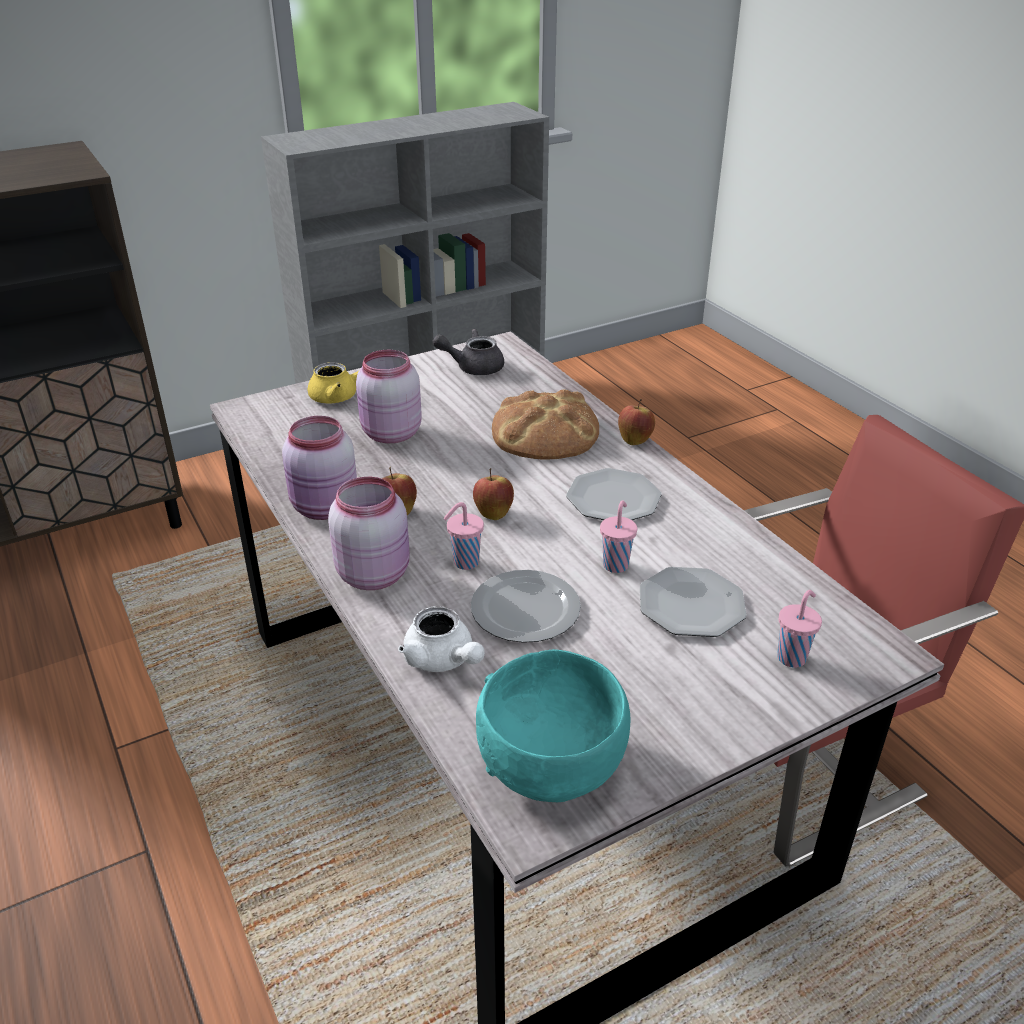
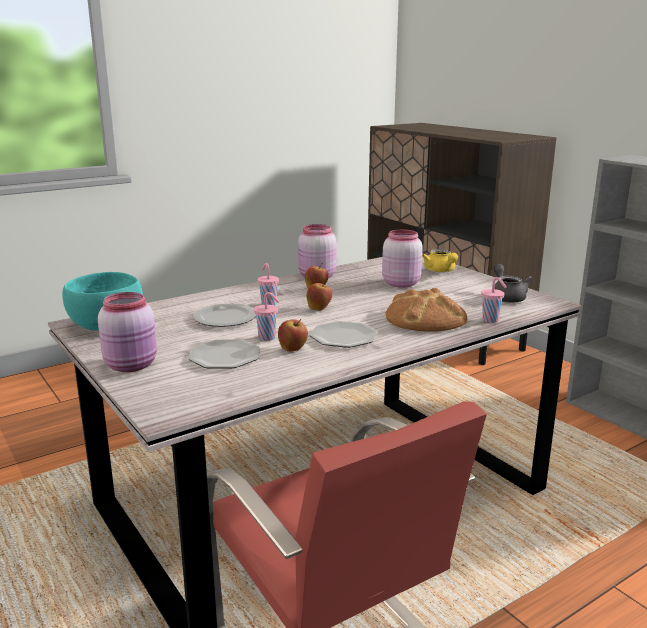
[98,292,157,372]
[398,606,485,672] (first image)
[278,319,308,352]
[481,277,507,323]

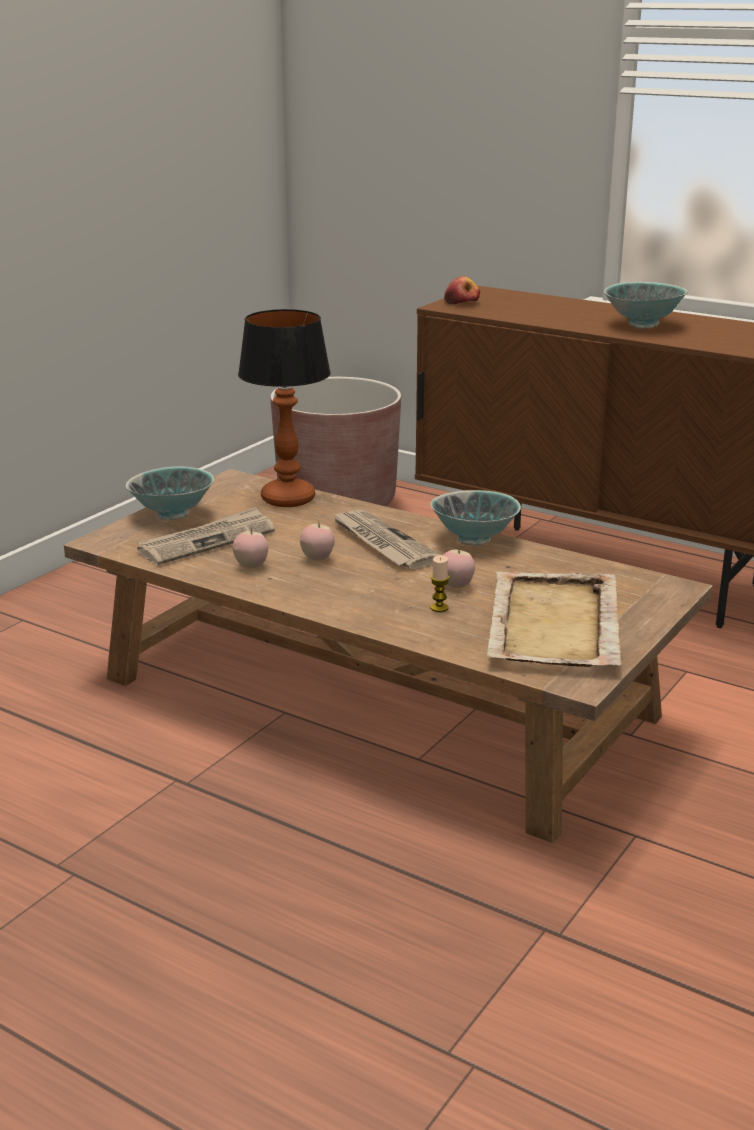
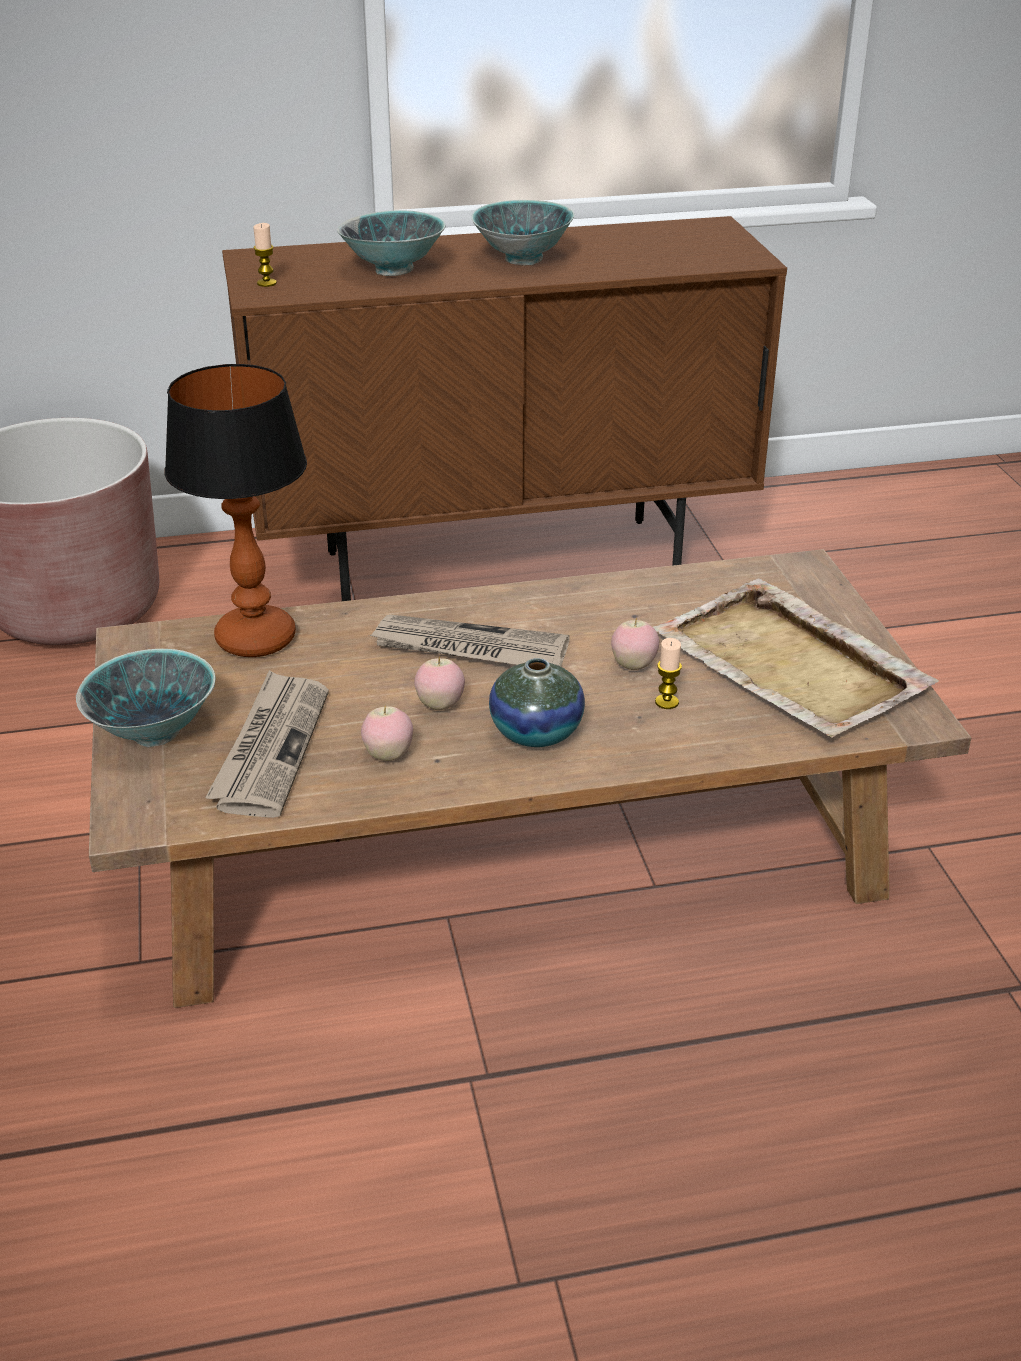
[337,210,445,276]
[253,223,277,287]
[489,658,585,747]

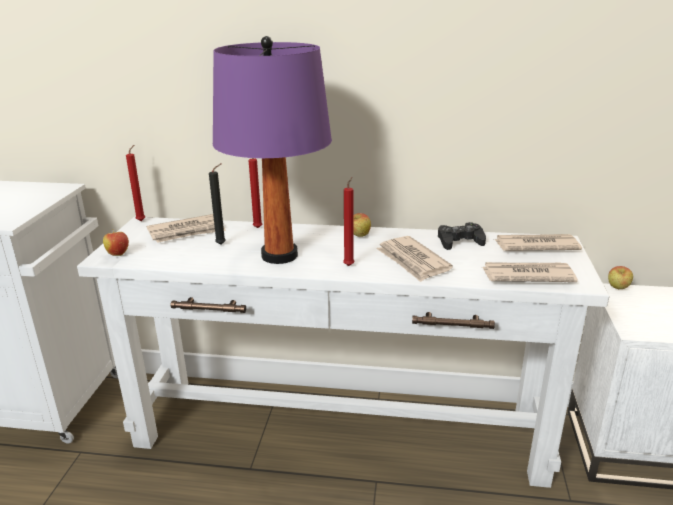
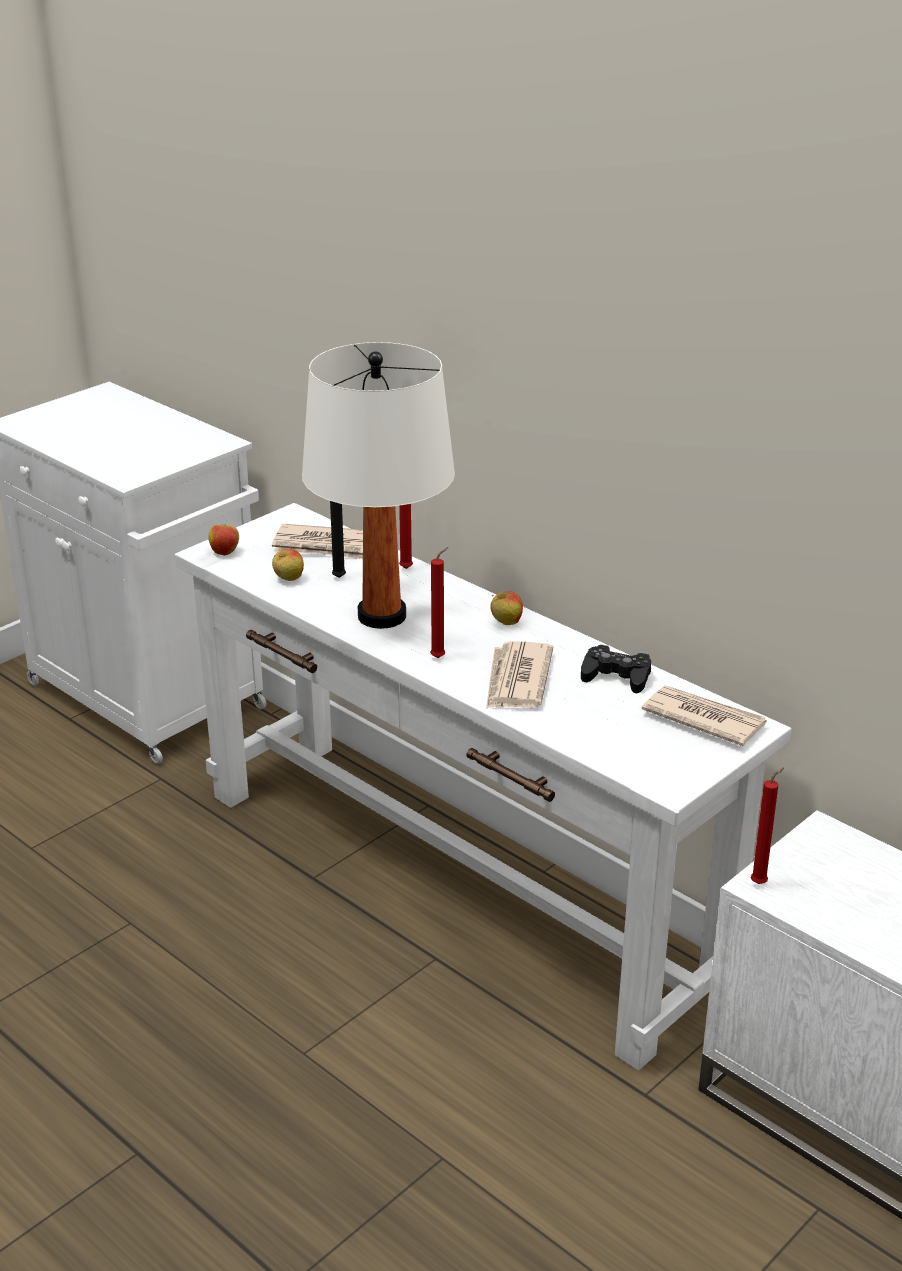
[751,768,784,884]
[302,342,455,629]
[482,262,578,282] (first image)
[272,548,304,581]

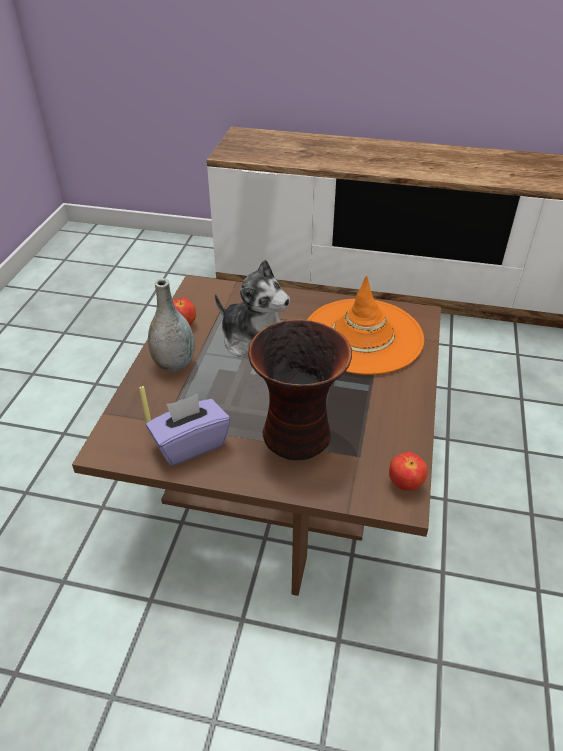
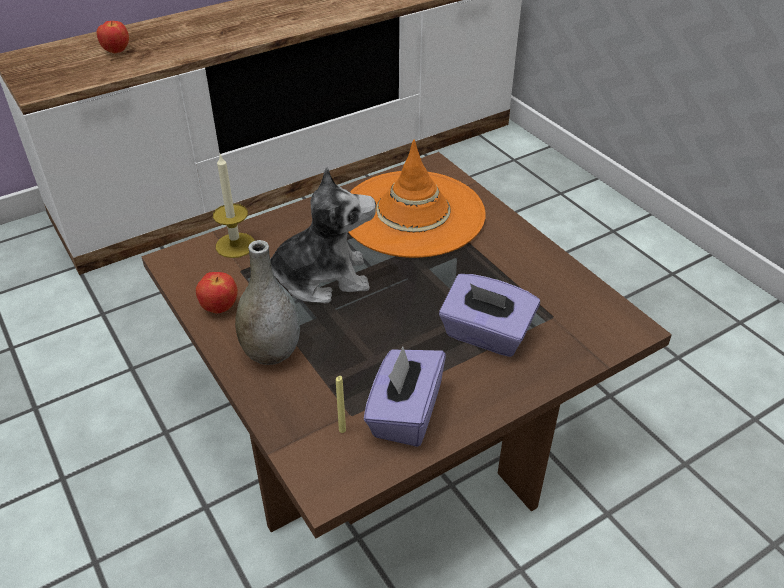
[439,274,540,357]
[97,21,129,53]
[213,154,255,258]

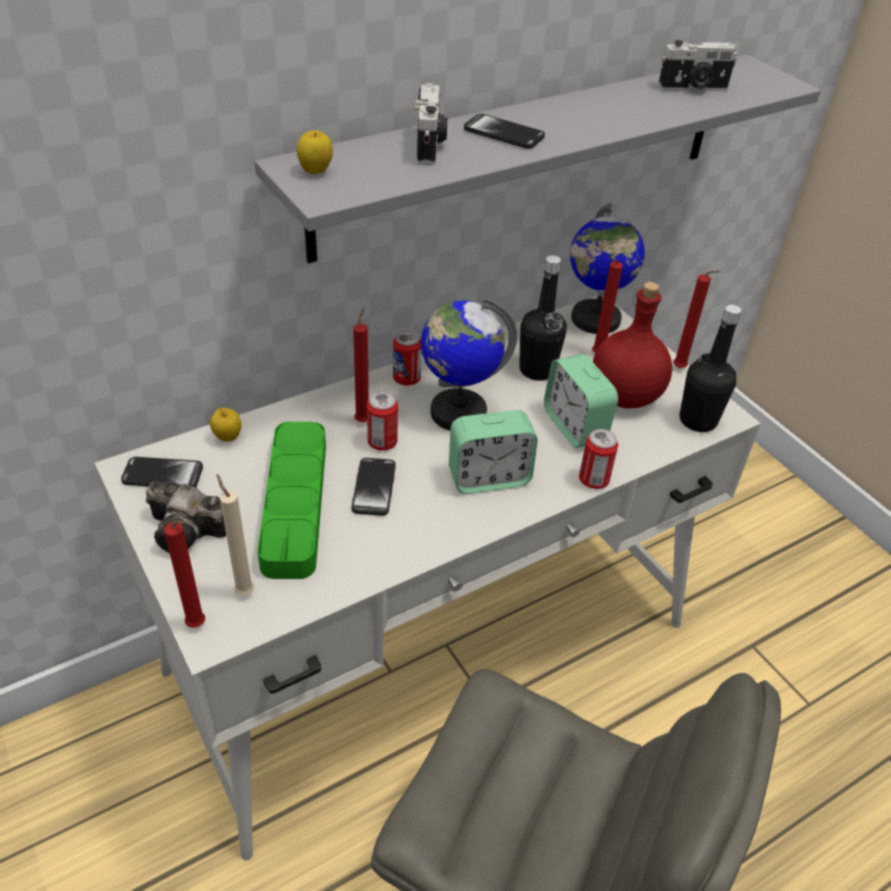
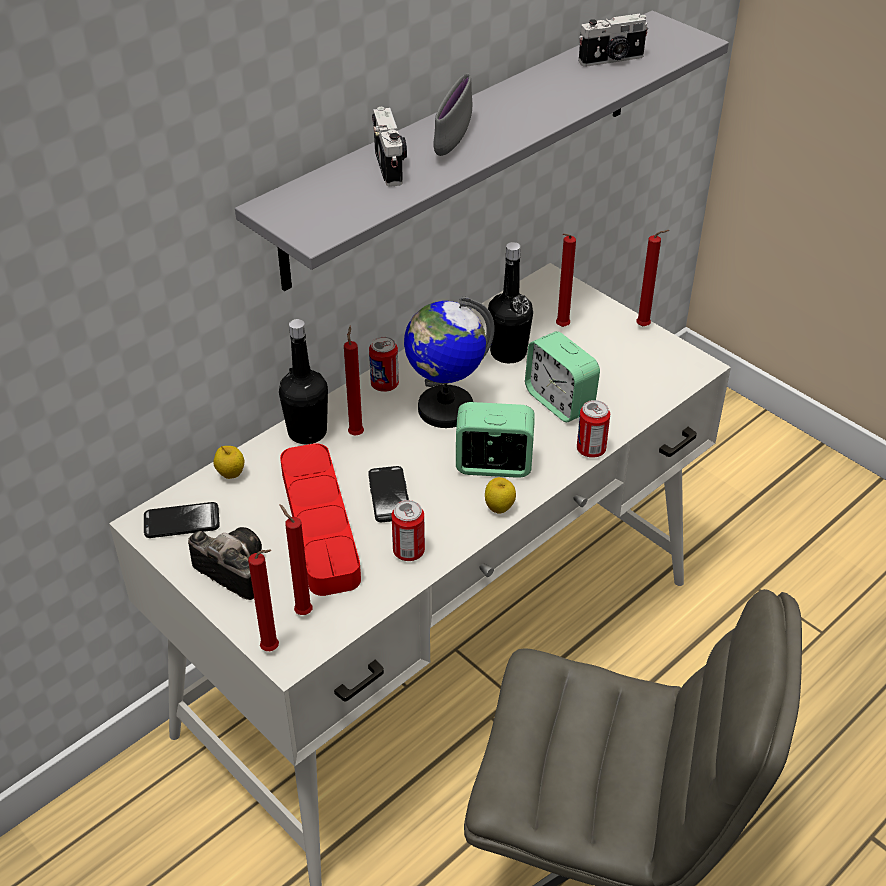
[188,527,262,600]
[279,504,312,615]
[280,443,361,596]
[485,477,516,514]
[392,500,425,561]
[456,402,535,478]
[433,73,472,156]
[570,203,645,334] (first image)
[593,282,672,408] (first image)
[279,319,328,444]

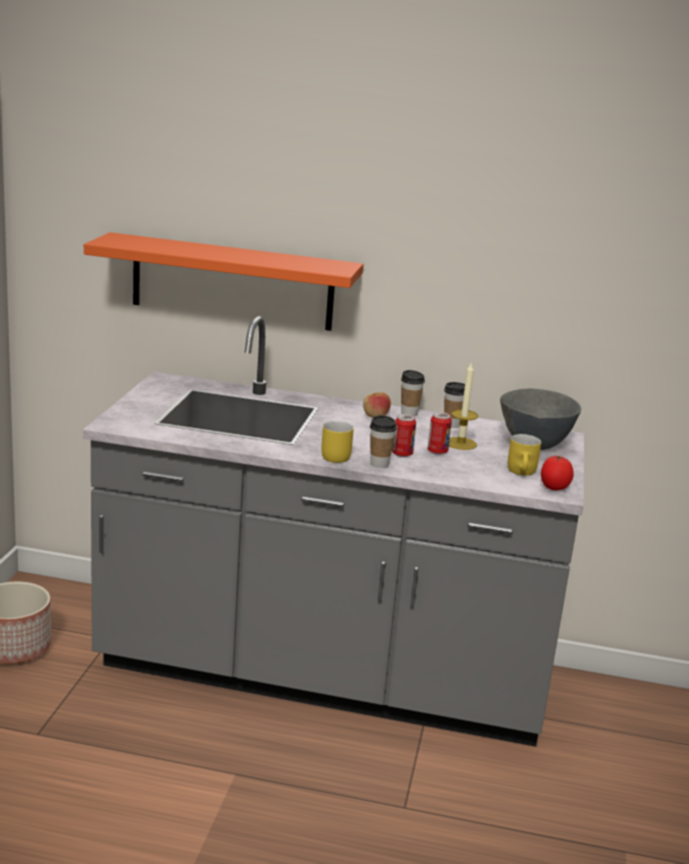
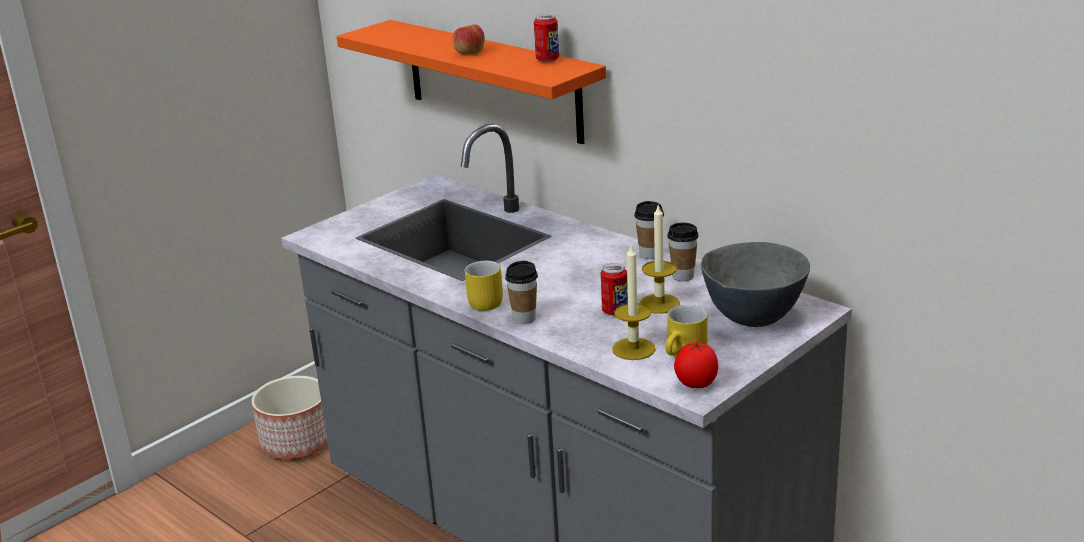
[453,24,485,55]
[534,14,559,63]
[612,246,656,360]

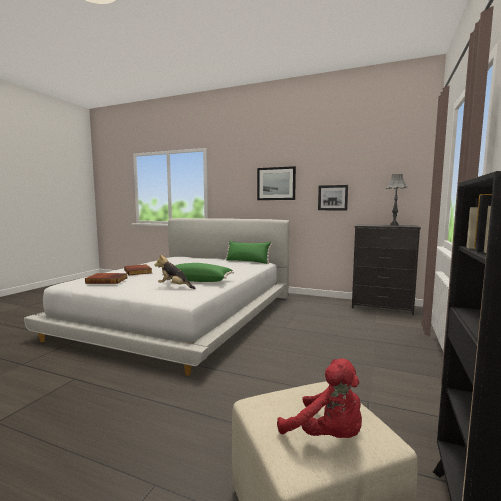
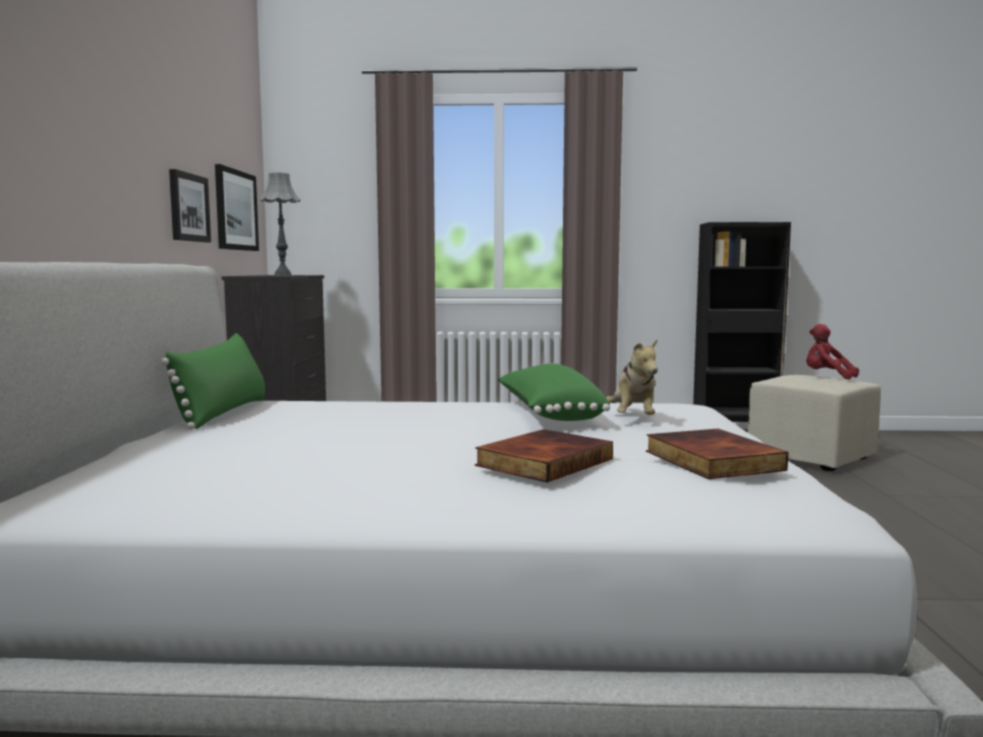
[215,164,259,251]
[806,324,859,379]

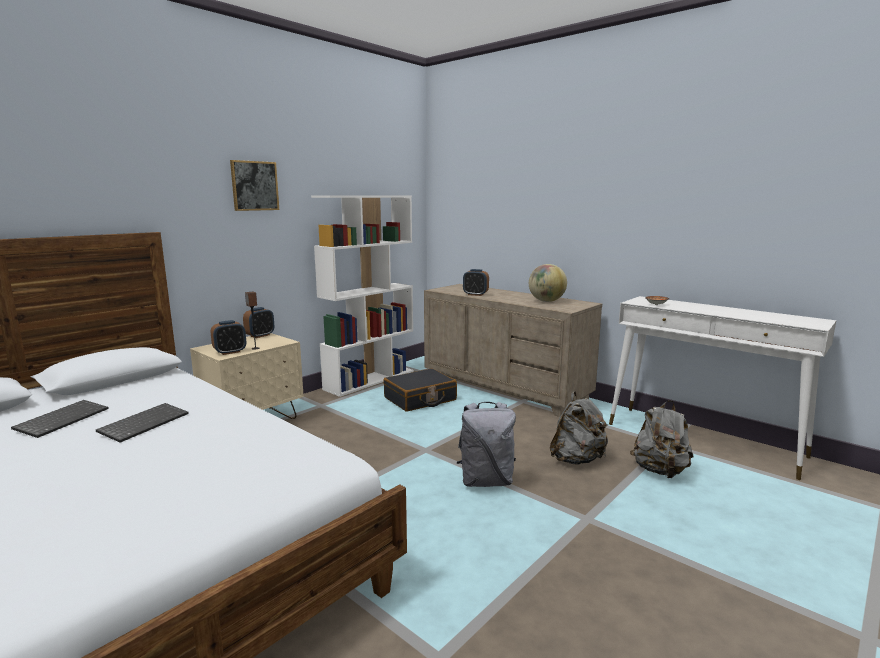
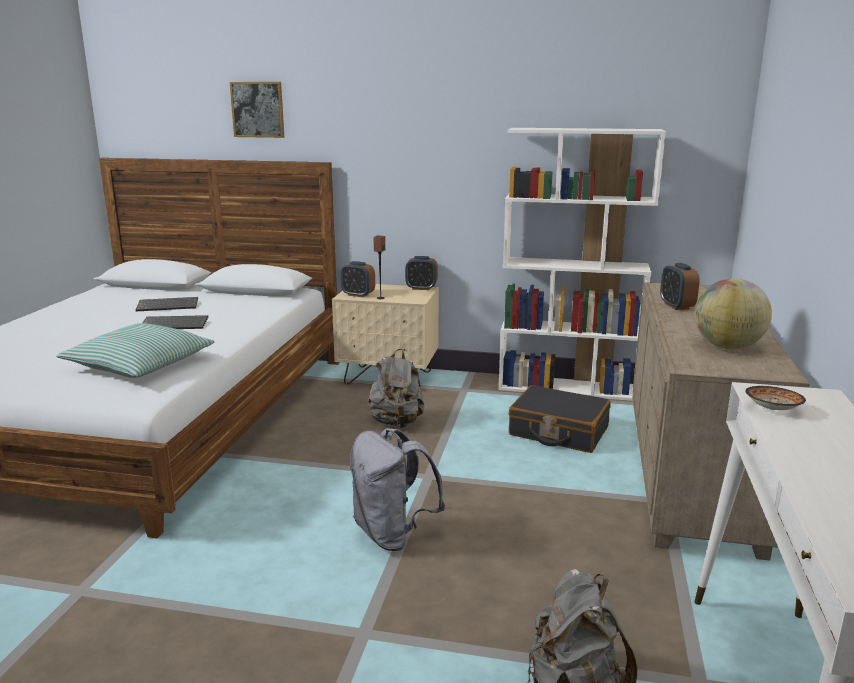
[230,82,284,138]
[368,349,424,428]
[56,323,214,378]

